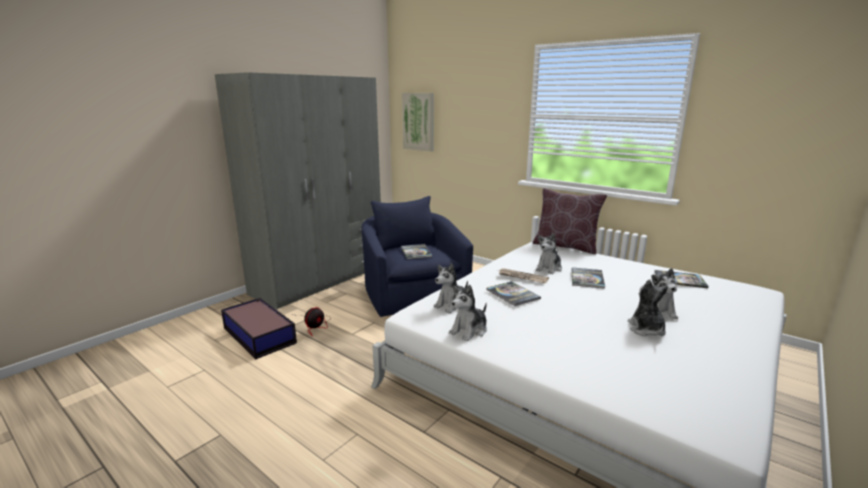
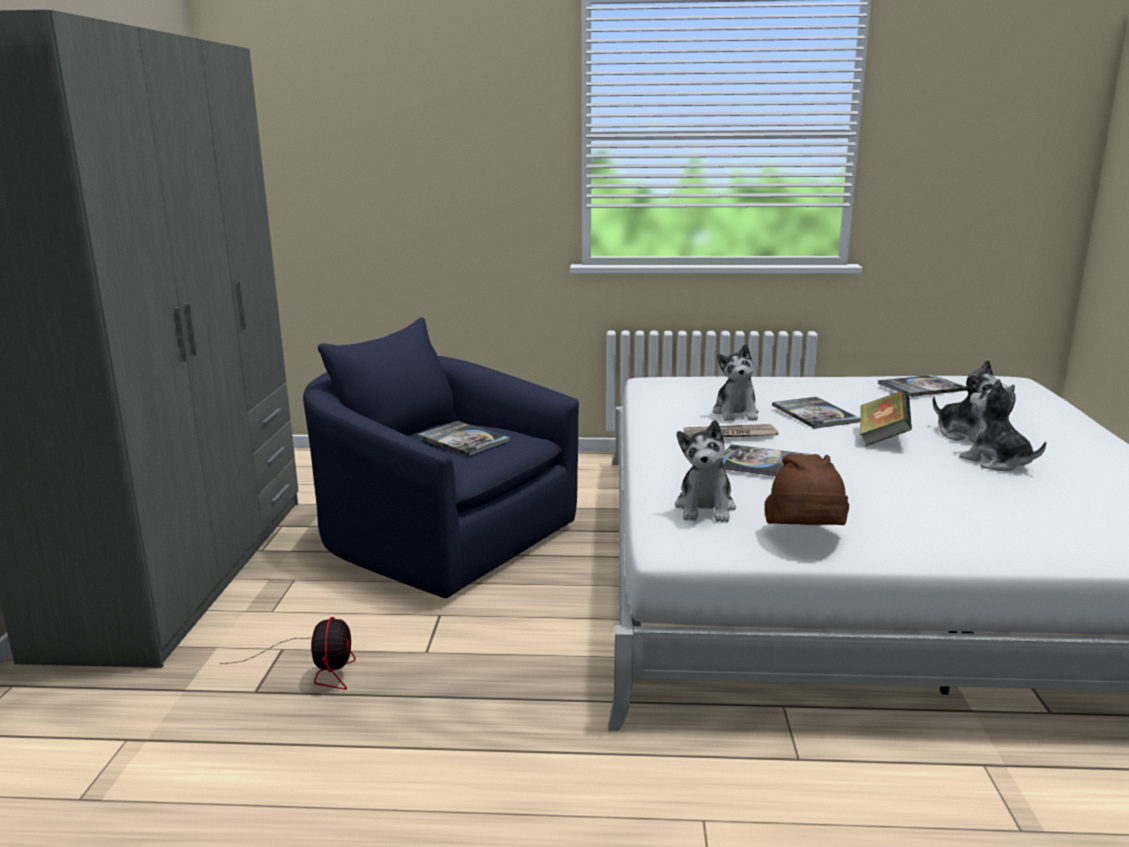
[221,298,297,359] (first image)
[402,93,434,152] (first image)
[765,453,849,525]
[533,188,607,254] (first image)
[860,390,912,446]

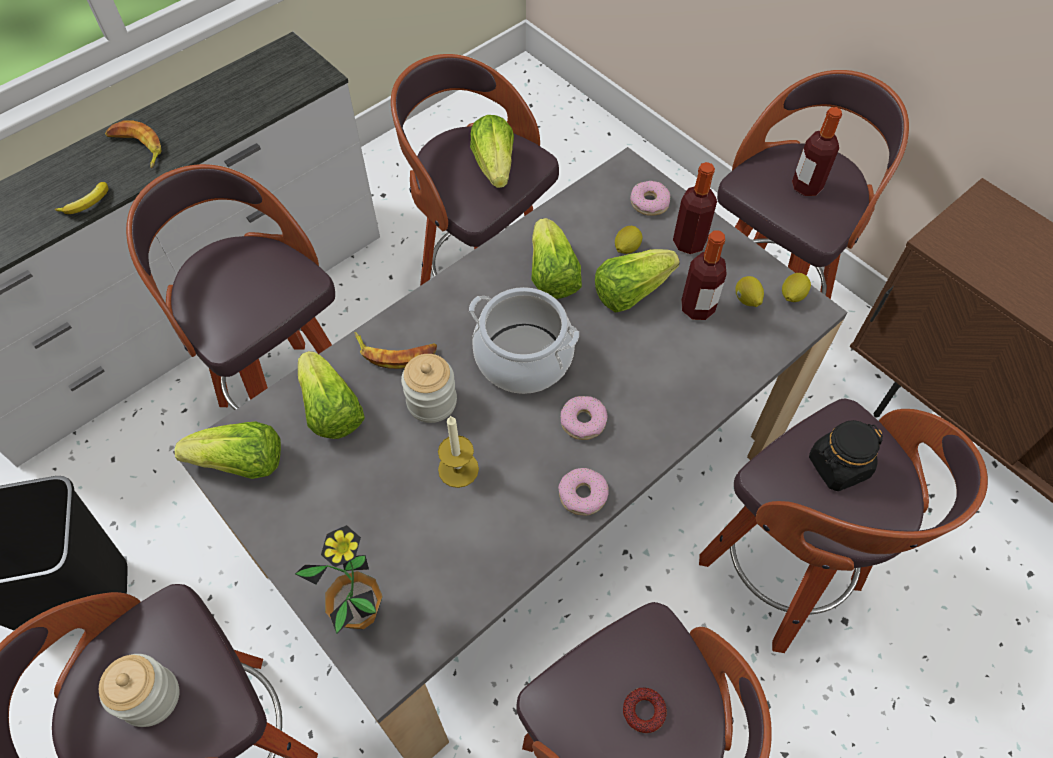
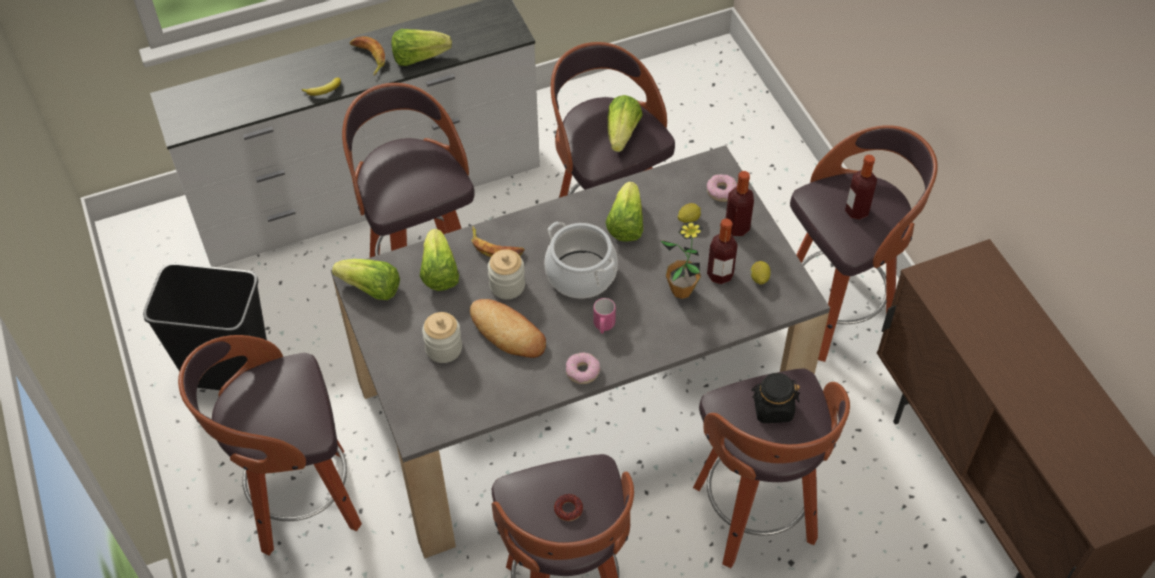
[422,312,462,363]
[660,221,703,299]
[470,299,546,358]
[593,298,616,334]
[391,29,452,66]
[782,273,811,302] (first image)

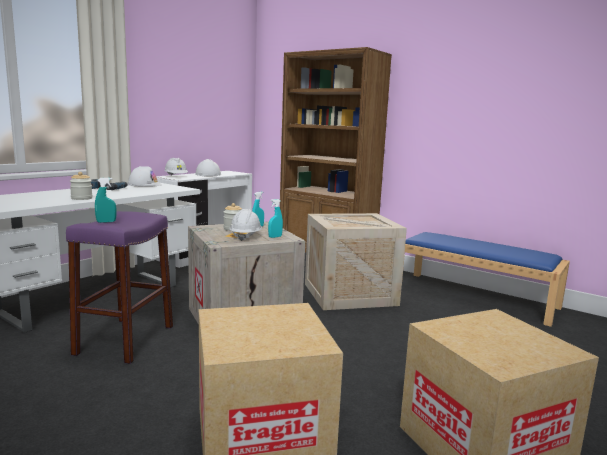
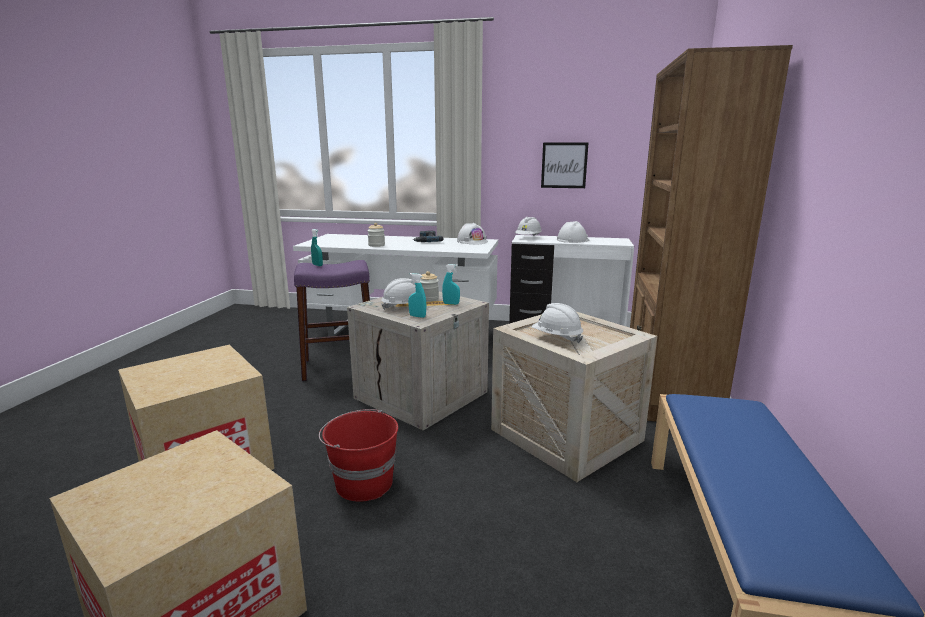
[319,409,398,502]
[532,303,583,343]
[541,142,589,188]

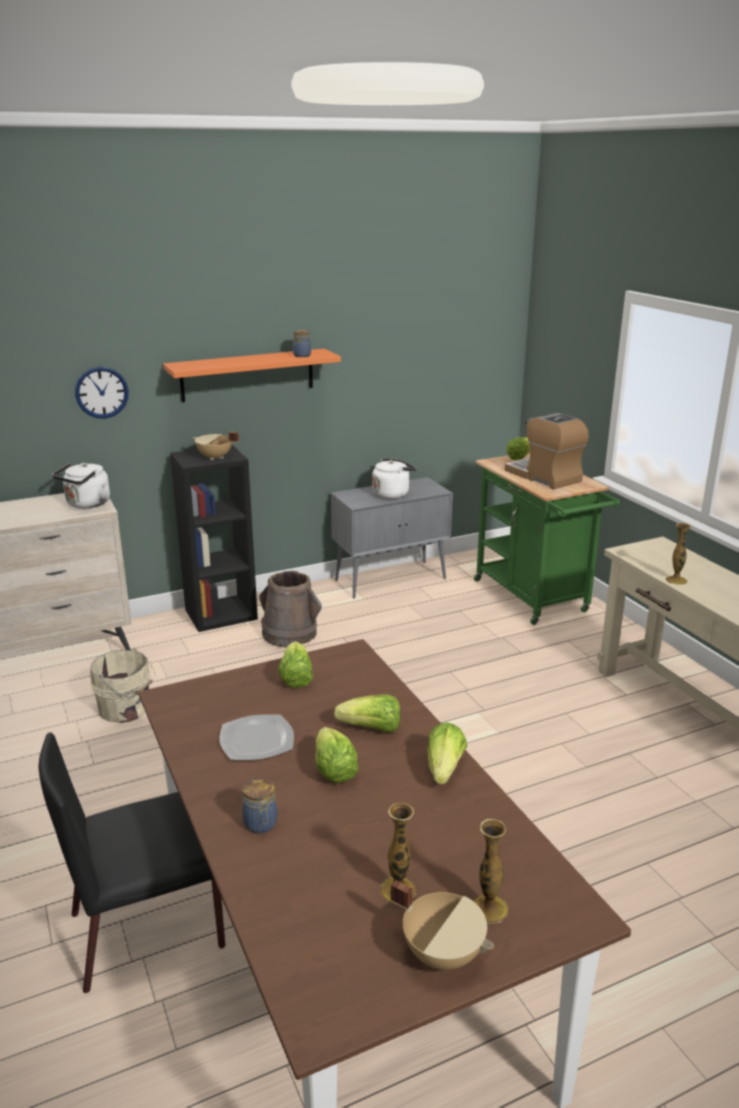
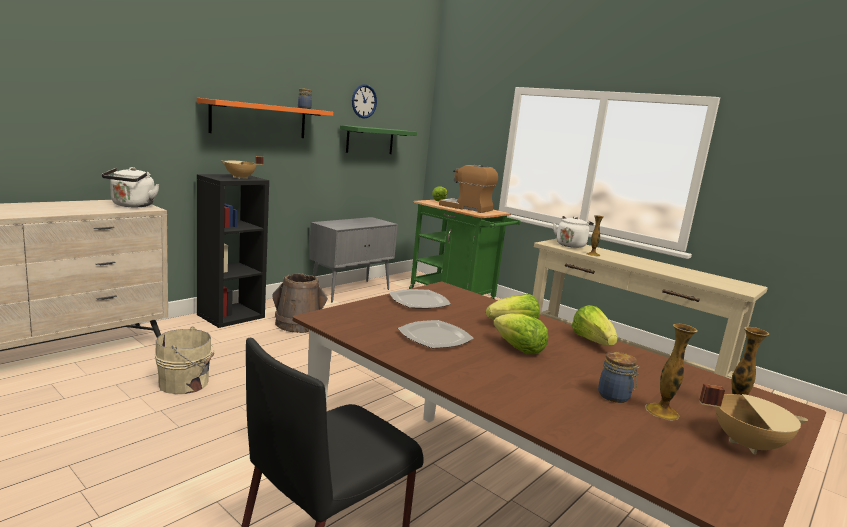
[352,84,377,118]
[598,351,640,403]
[390,289,451,309]
[553,216,594,248]
[340,125,417,154]

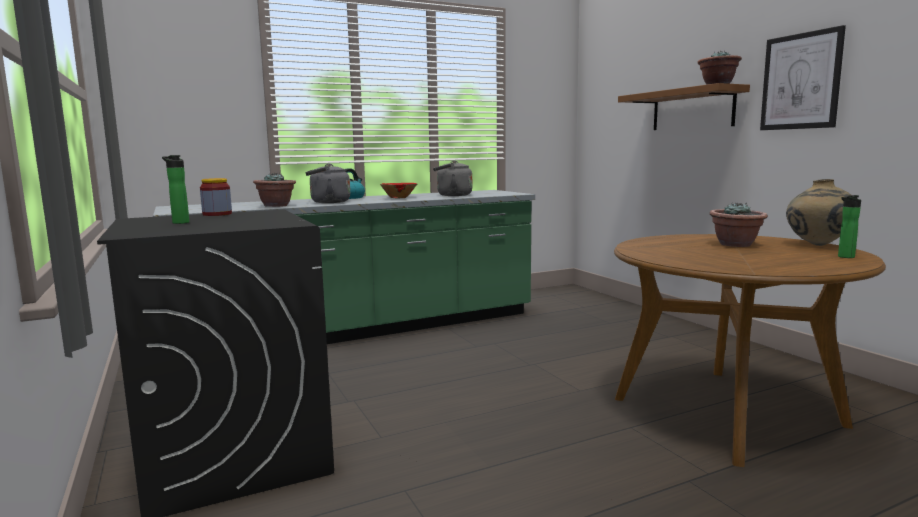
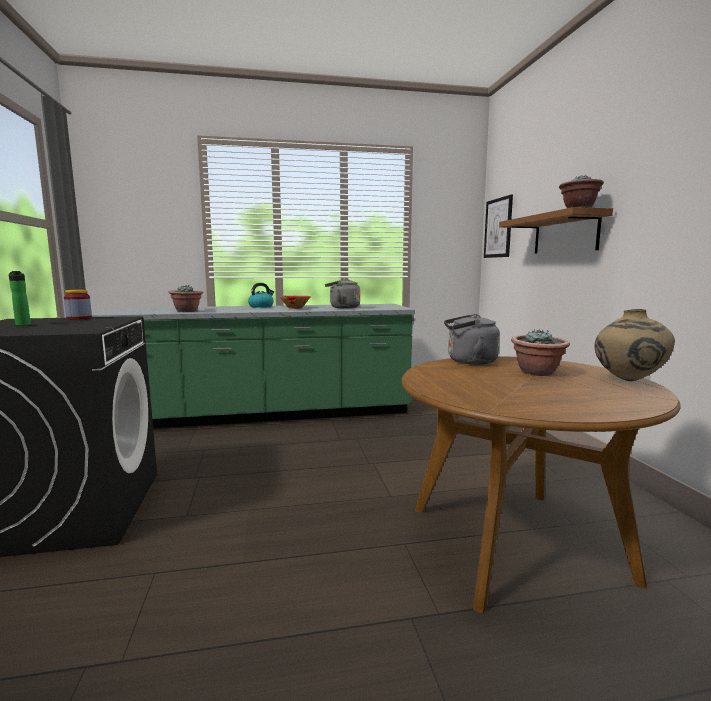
[444,314,500,365]
[484,195,513,258]
[838,195,861,258] (first image)

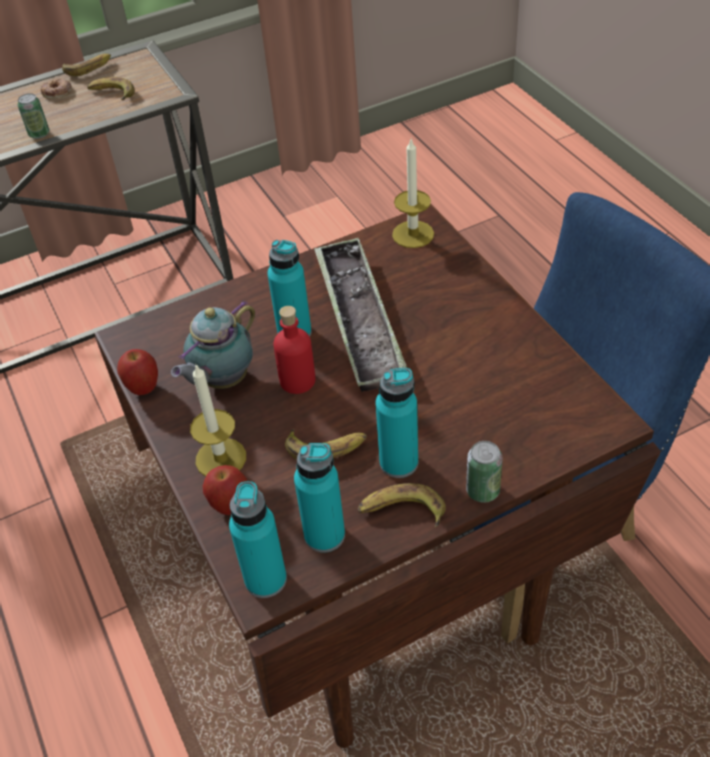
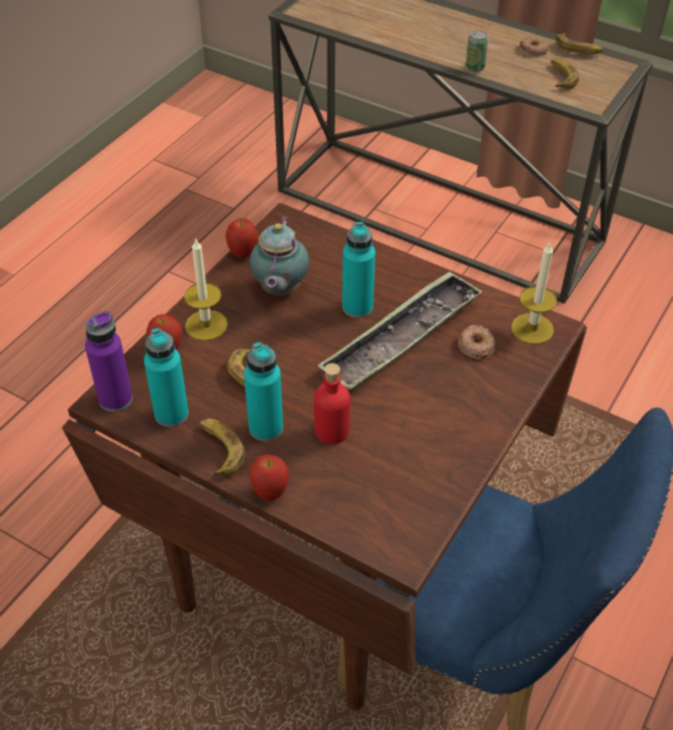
[250,216,309,295]
[85,311,133,412]
[314,363,350,445]
[249,454,289,501]
[458,325,496,360]

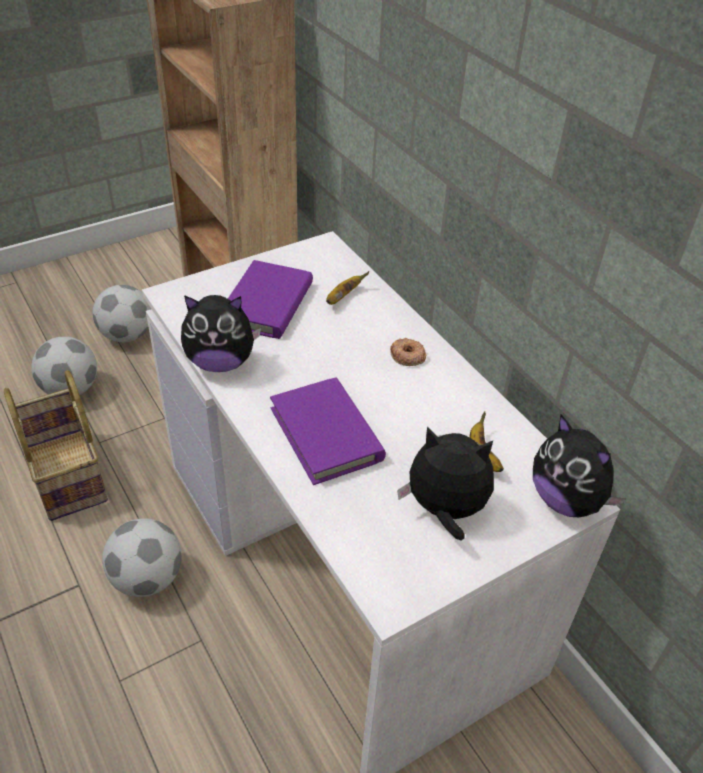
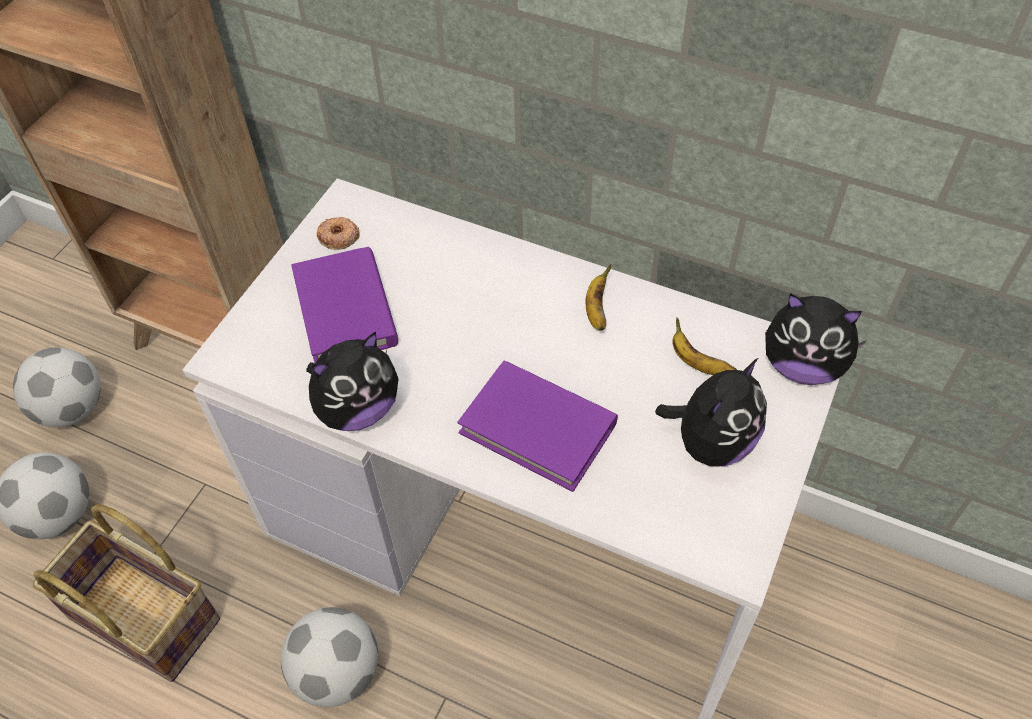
[586,264,611,331]
[317,217,360,250]
[655,358,767,466]

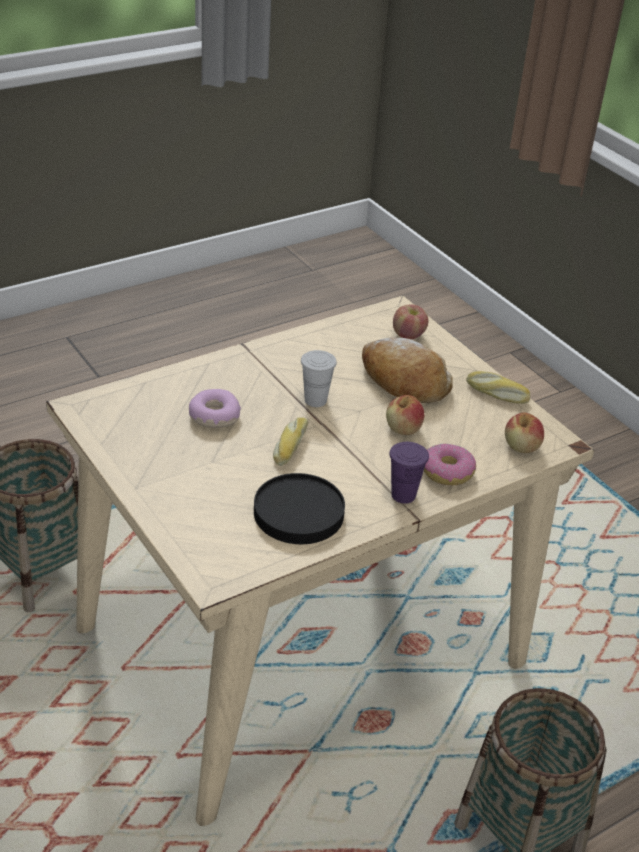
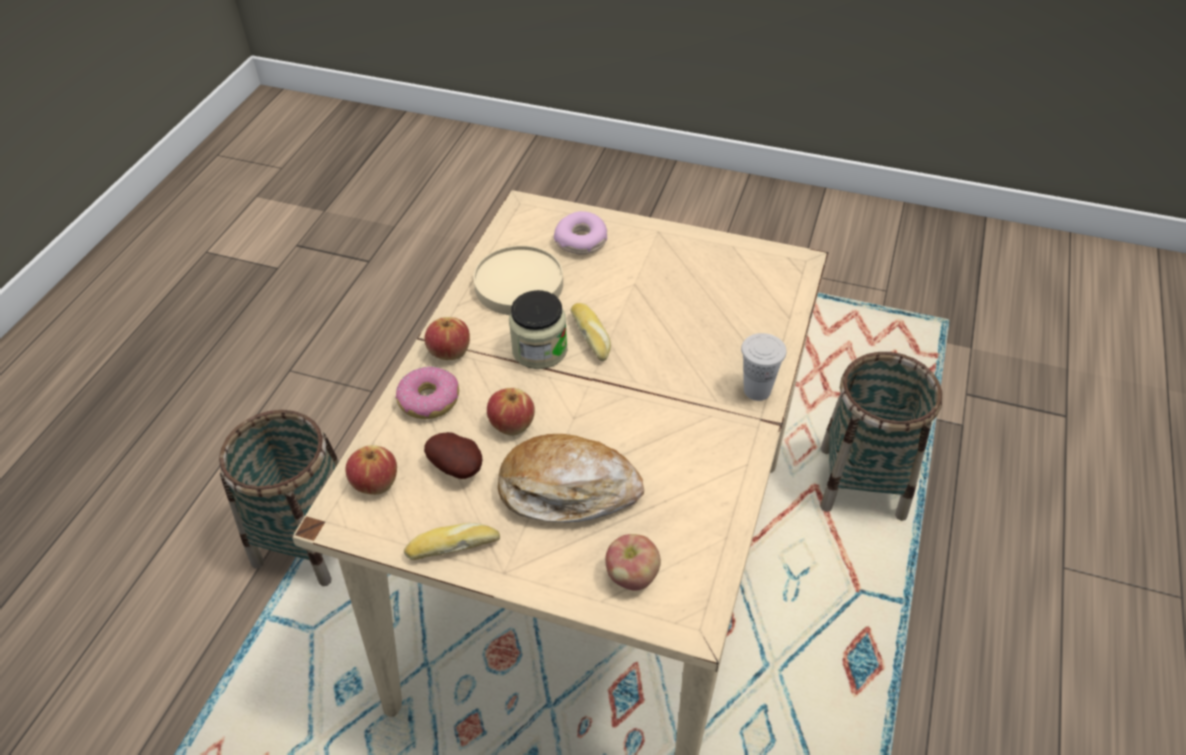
[554,211,607,255]
[473,245,563,315]
[741,333,787,401]
[424,317,470,360]
[424,432,482,479]
[509,290,568,369]

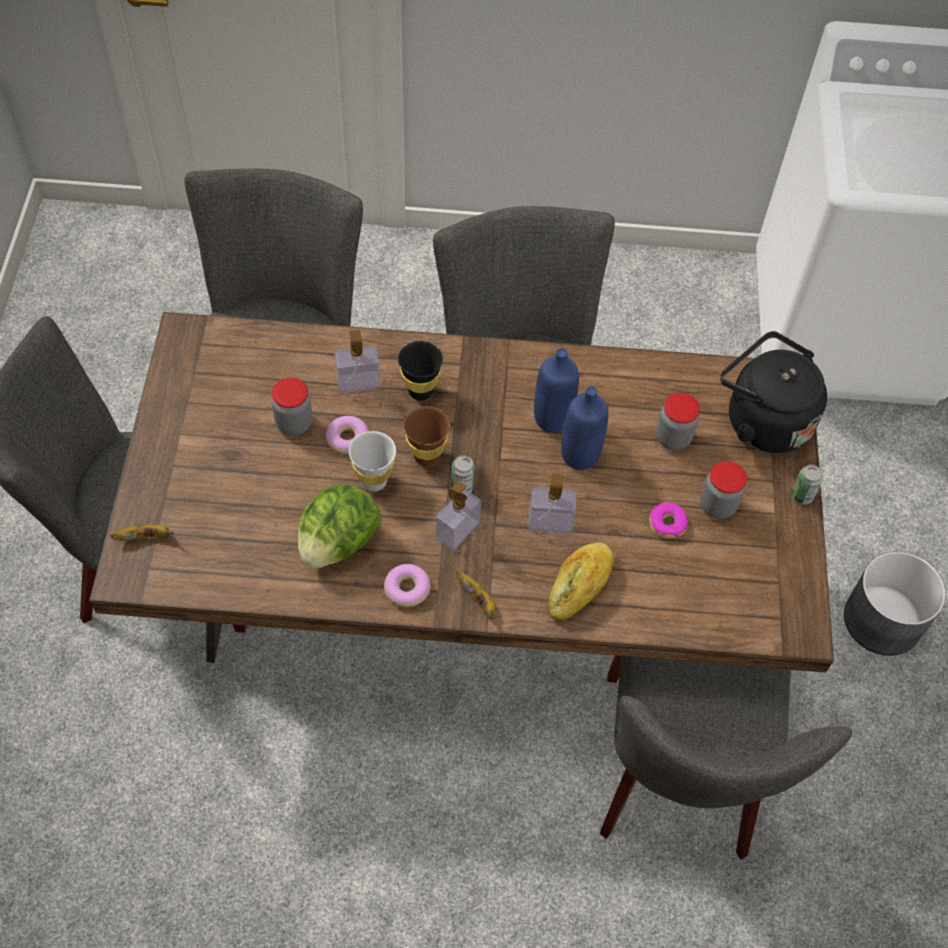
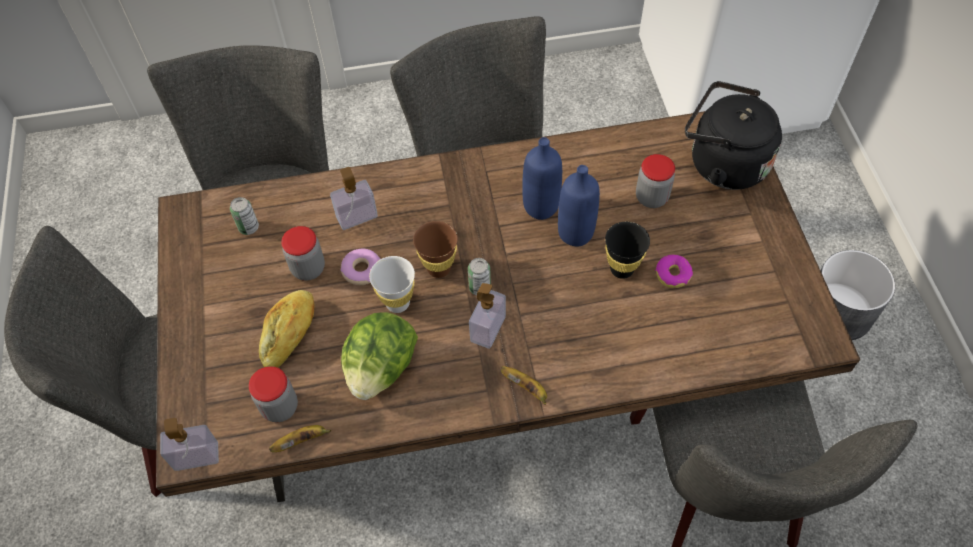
[269,425,331,452]
[384,564,431,607] (first image)
[605,222,650,279]
[160,418,219,471]
[259,290,314,368]
[249,366,298,422]
[230,197,259,235]

